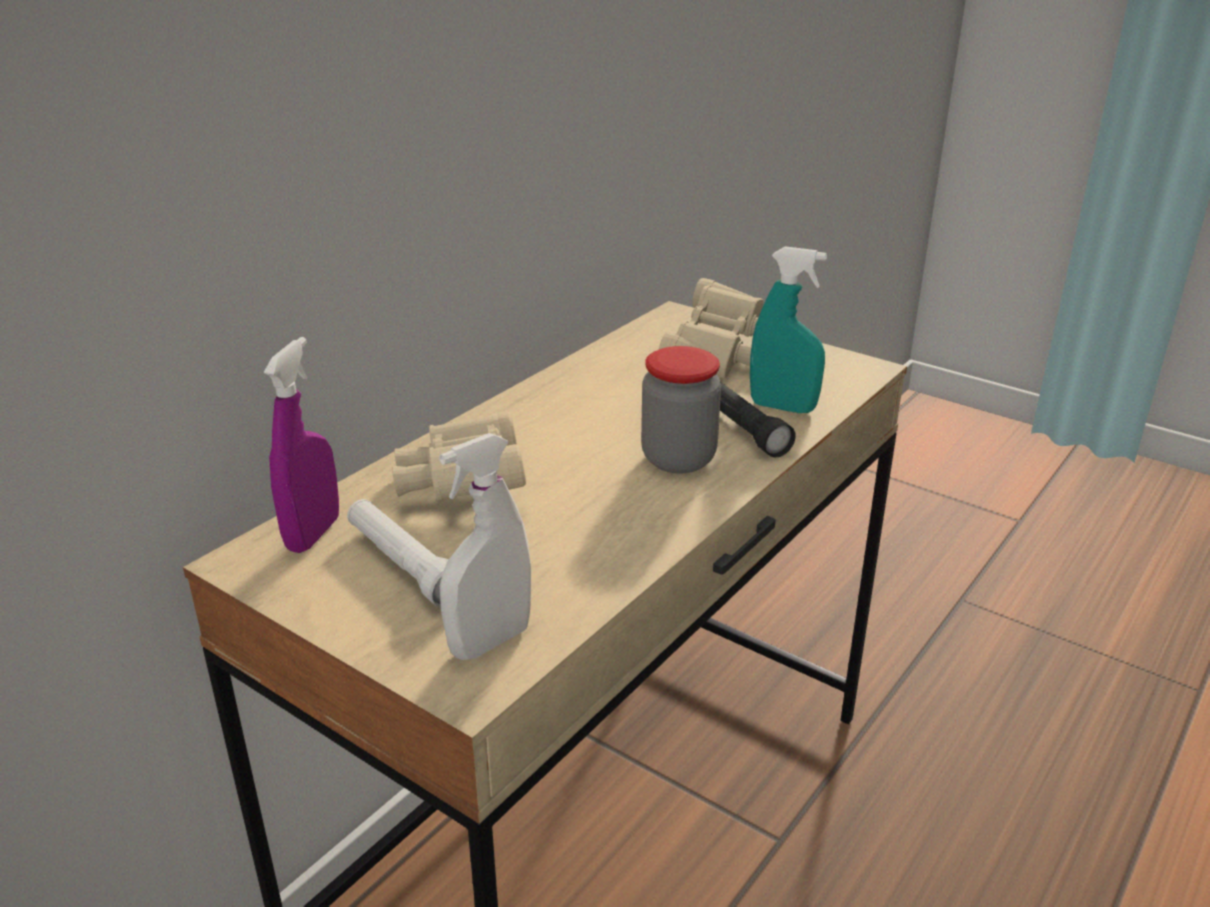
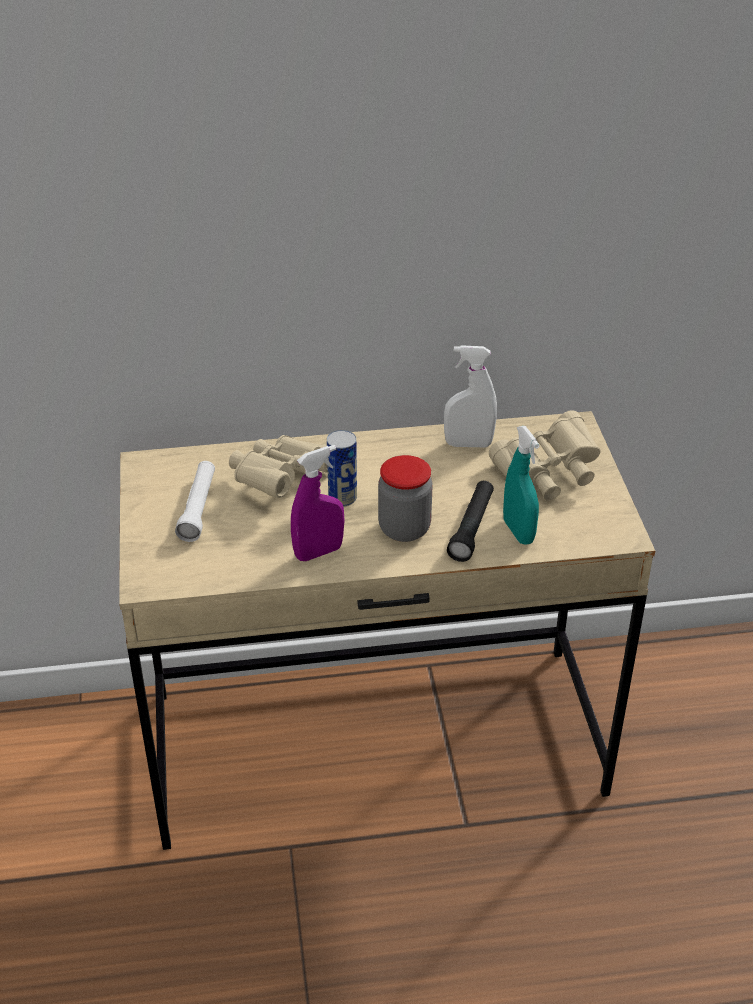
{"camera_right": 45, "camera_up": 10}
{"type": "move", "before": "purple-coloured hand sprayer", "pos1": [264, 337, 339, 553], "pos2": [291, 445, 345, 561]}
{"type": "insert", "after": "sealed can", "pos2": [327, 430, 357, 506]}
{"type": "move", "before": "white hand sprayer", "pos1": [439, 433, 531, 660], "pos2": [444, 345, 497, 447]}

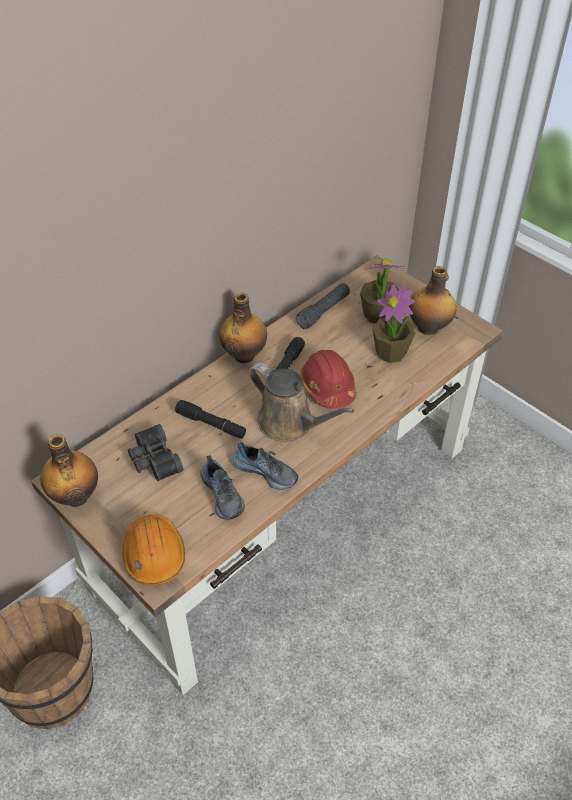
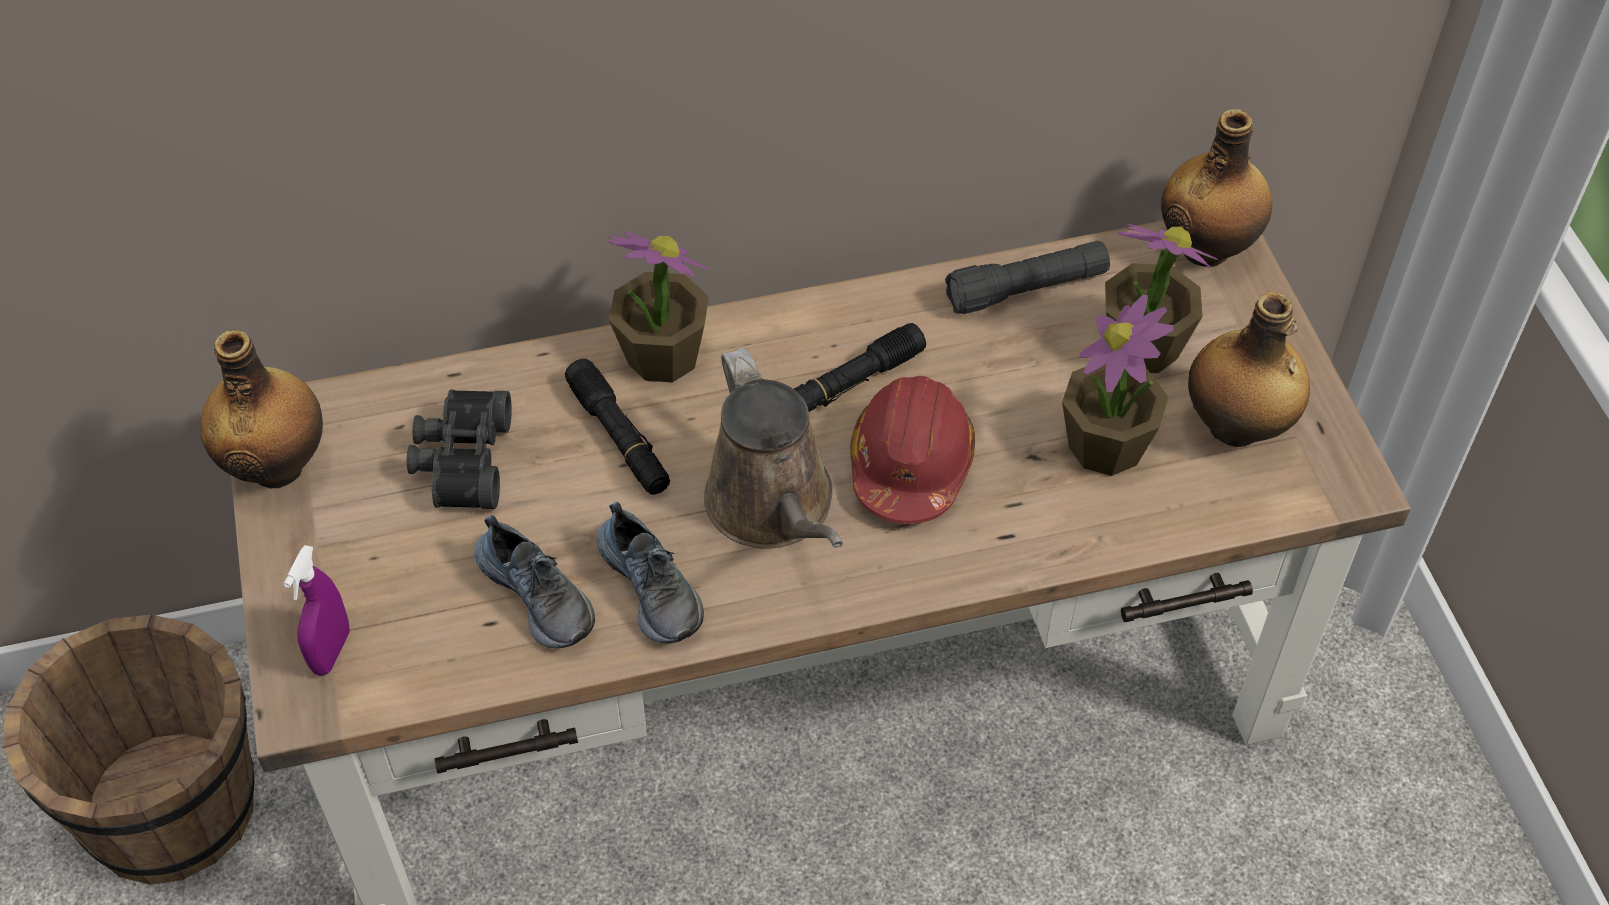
{"camera_right": 30, "camera_up": 5}
{"type": "replace", "before": "orange hard hat", "after": "purple-coloured hand sprayer", "pos1": [122, 515, 185, 586], "pos2": [284, 545, 350, 676]}
{"type": "rotate", "before": "low shoe", "pos1": [200, 455, 245, 520], "pos2": [474, 515, 595, 648], "turn": -45}
{"type": "insert", "after": "potted plant", "pos2": [608, 232, 709, 383]}
{"type": "move", "before": "beverage bottle", "pos1": [219, 292, 267, 363], "pos2": [1161, 109, 1272, 267]}

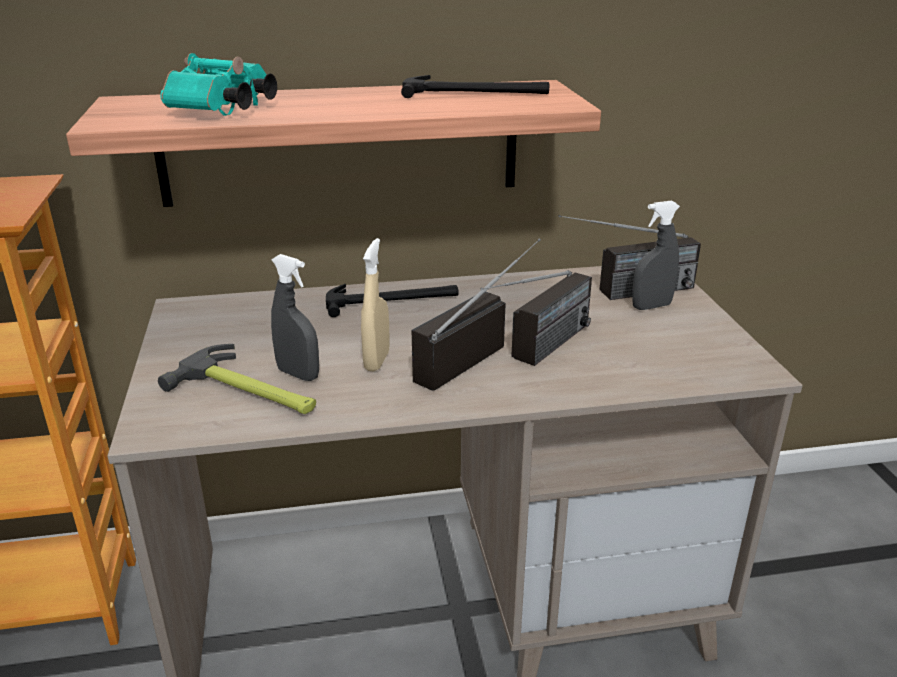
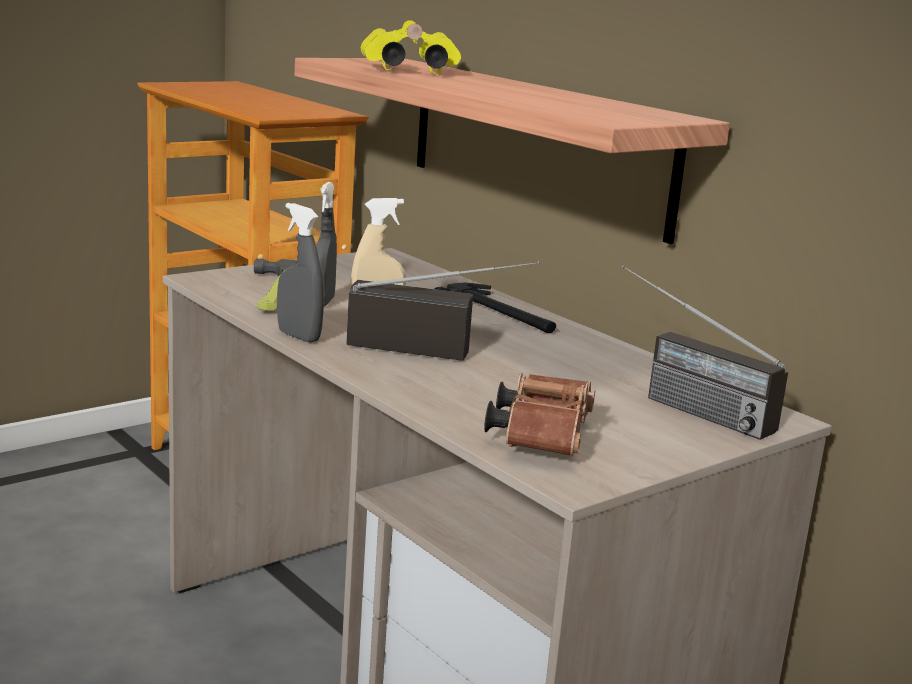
{"camera_right": 60, "camera_up": -10}
{"type": "move", "before": "grey hand sprayer", "pos1": [632, 201, 680, 310], "pos2": [277, 203, 324, 343]}
{"type": "recolor", "before": "turquoise binoculars", "after": "yellowish binoculars", "pos1": [161, 53, 277, 116], "pos2": [361, 20, 461, 75]}
{"type": "insert", "after": "brownish binoculars", "pos2": [484, 373, 595, 456]}
{"type": "delete", "before": "hammer", "pos1": [401, 75, 549, 98]}
{"type": "delete", "before": "radio set", "pos1": [481, 270, 592, 366]}

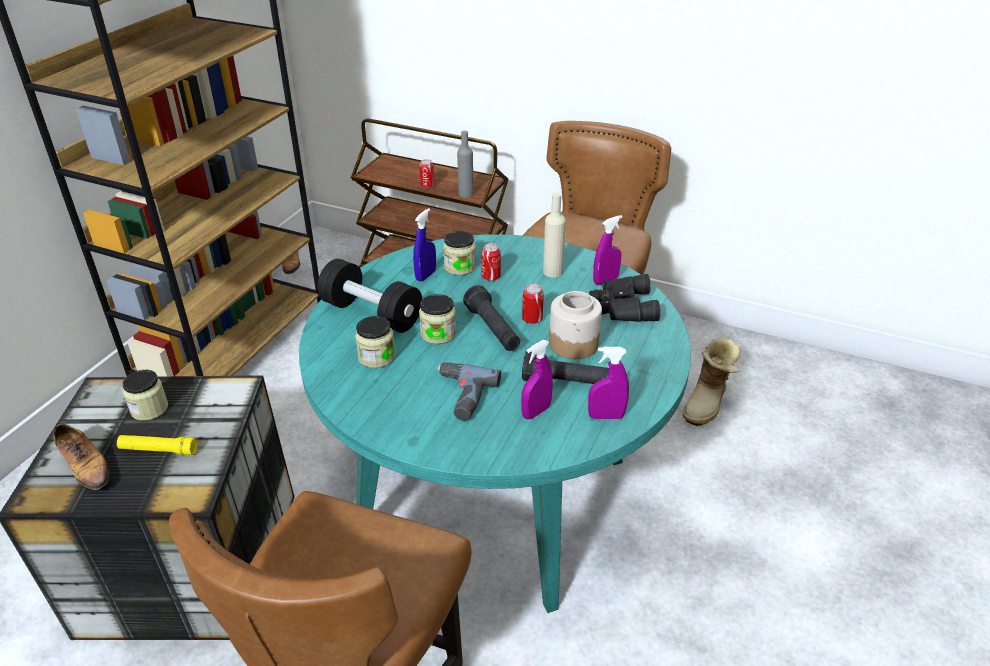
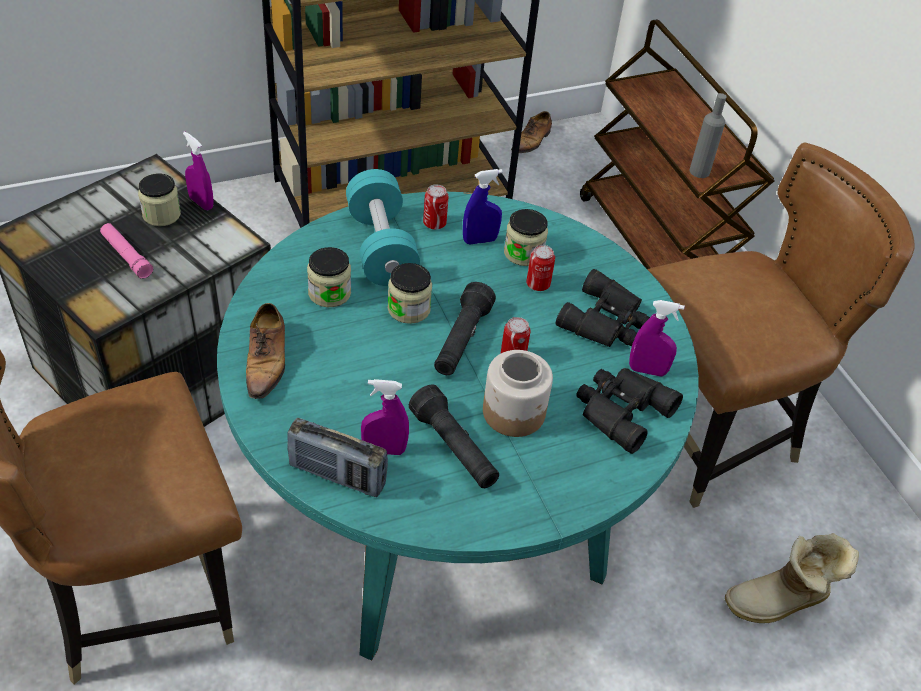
{"camera_right": 40, "camera_up": 10}
{"type": "recolor", "before": "yellowish flashlight", "after": "pink flashlight", "pos1": [117, 435, 198, 455], "pos2": [100, 223, 153, 279]}
{"type": "move", "before": "purple-coloured hand sprayer", "pos1": [588, 347, 629, 420], "pos2": [183, 131, 214, 210]}
{"type": "move", "before": "low shoe", "pos1": [53, 424, 109, 490], "pos2": [246, 303, 285, 399]}
{"type": "insert", "after": "radio set", "pos2": [287, 418, 388, 497]}
{"type": "recolor", "before": "black-coloured free weight", "after": "turquoise free weight", "pos1": [317, 259, 422, 333], "pos2": [346, 169, 420, 286]}
{"type": "move", "before": "sealed can", "pos1": [419, 159, 435, 188], "pos2": [423, 184, 448, 229]}
{"type": "replace", "before": "sand-coloured beverage bottle", "after": "black-coloured binoculars", "pos1": [543, 193, 566, 278], "pos2": [556, 269, 650, 347]}
{"type": "delete", "before": "electric drill", "pos1": [437, 362, 501, 421]}

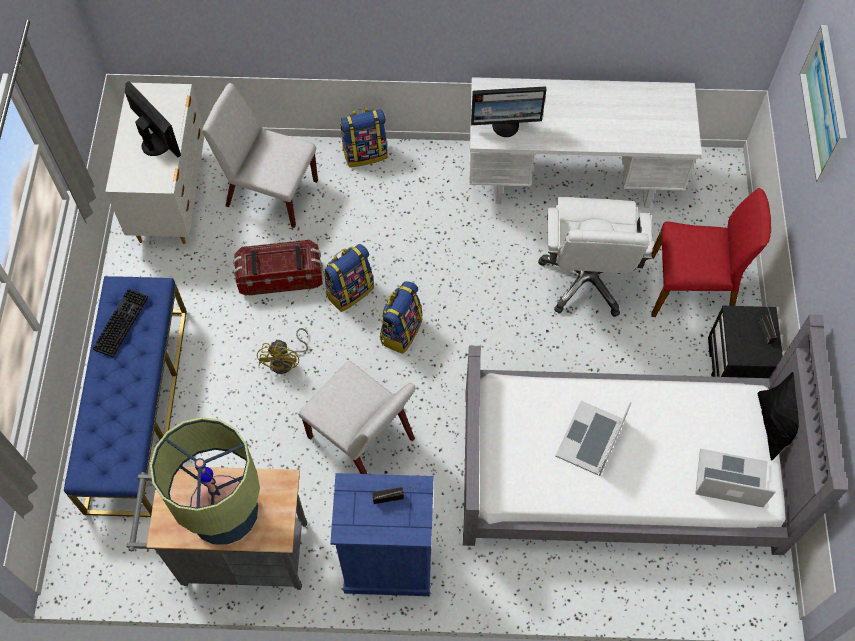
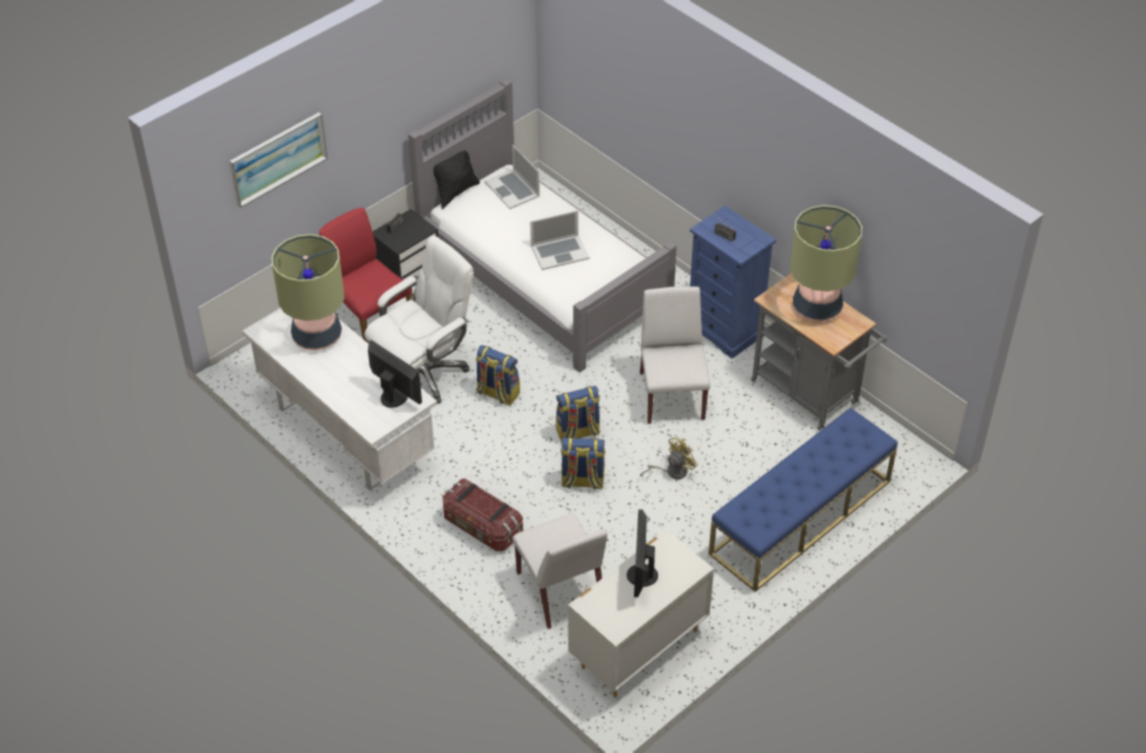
{"camera_right": -135, "camera_up": -15}
{"type": "insert", "after": "table lamp", "pos2": [272, 234, 345, 350]}
{"type": "move", "before": "storage box", "pos1": [233, 240, 323, 296], "pos2": [443, 478, 523, 552]}
{"type": "move", "before": "backpack", "pos1": [340, 108, 387, 167], "pos2": [476, 345, 520, 406]}
{"type": "delete", "before": "PC keyboard", "pos1": [93, 289, 148, 357]}

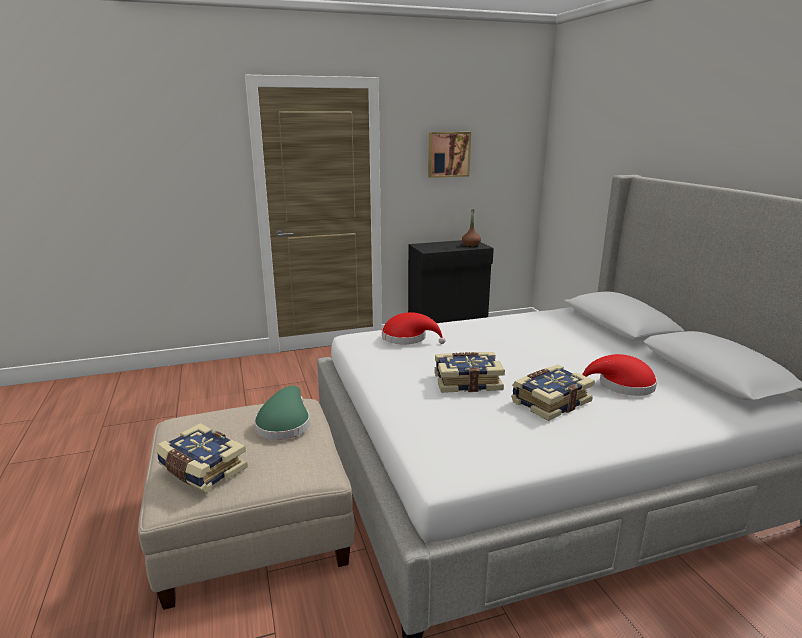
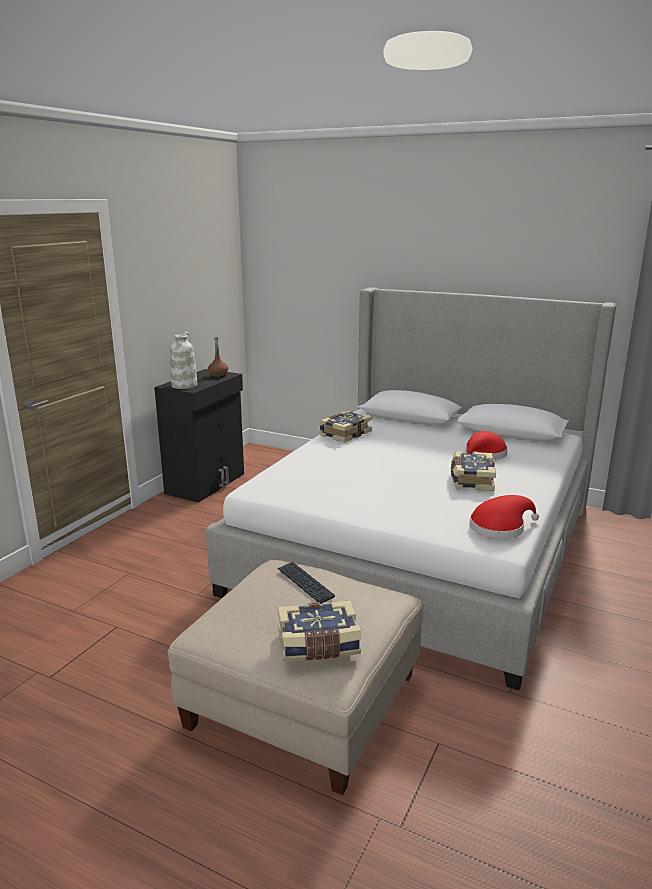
{"camera_right": -45, "camera_up": 0}
{"type": "insert", "after": "white vase", "pos2": [170, 332, 197, 389]}
{"type": "replace", "before": "greenish wearable hat", "after": "PC keyboard", "pos1": [254, 386, 310, 440], "pos2": [277, 562, 335, 604]}
{"type": "move", "before": "volume", "pos1": [435, 352, 505, 393], "pos2": [319, 410, 372, 443]}
{"type": "move", "before": "red-coloured wearable hat", "pos1": [382, 312, 446, 345], "pos2": [469, 495, 539, 539]}
{"type": "delete", "before": "wall art", "pos1": [428, 132, 471, 178]}

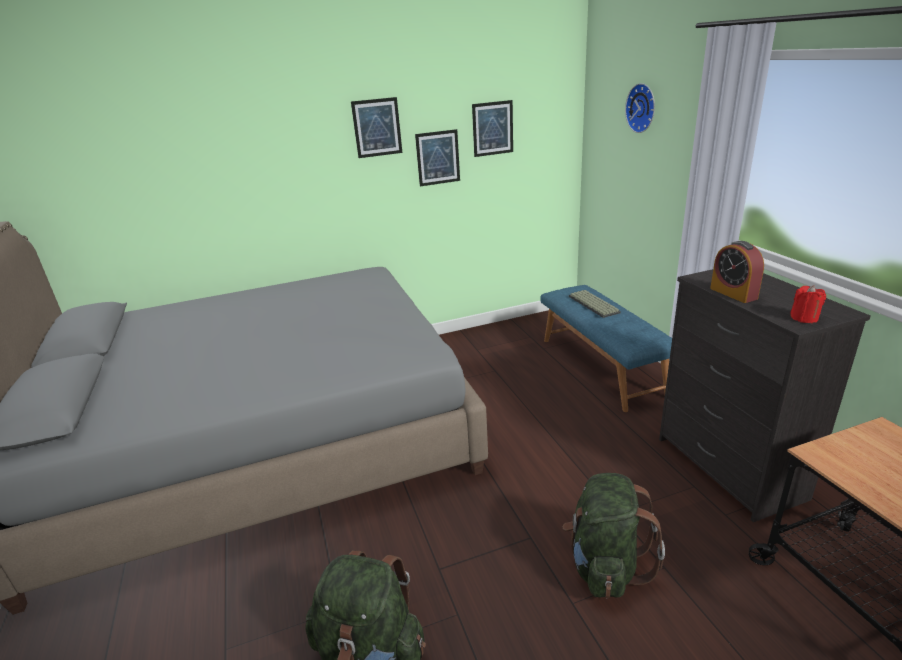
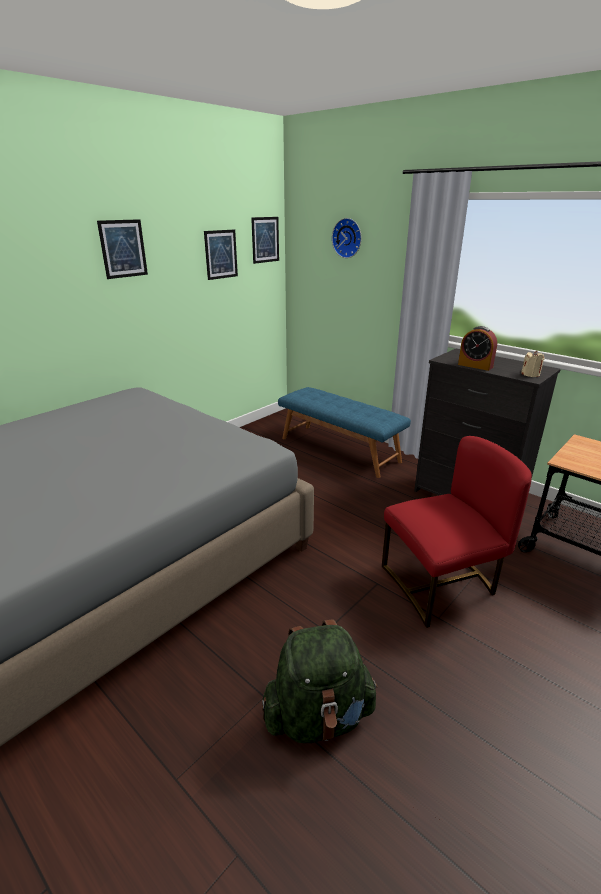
{"camera_right": -30, "camera_up": 0}
{"type": "move", "before": "wall art", "pos1": [415, 129, 460, 186], "pos2": [251, 217, 279, 264]}
{"type": "replace", "before": "greenish backpack", "after": "red-coloured chair", "pos1": [562, 473, 665, 598], "pos2": [382, 436, 532, 628]}
{"type": "recolor", "before": "red-coloured wax light", "after": "sand-coloured wax light", "pos1": [790, 285, 826, 323], "pos2": [521, 350, 545, 377]}
{"type": "delete", "before": "PC keyboard", "pos1": [569, 290, 621, 318]}

